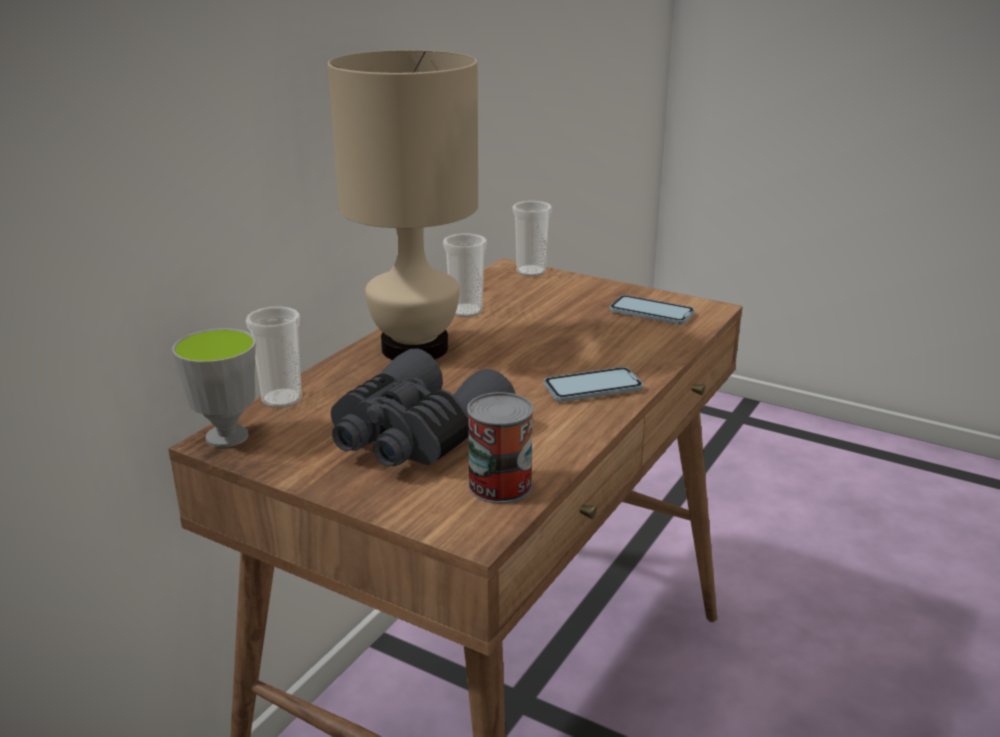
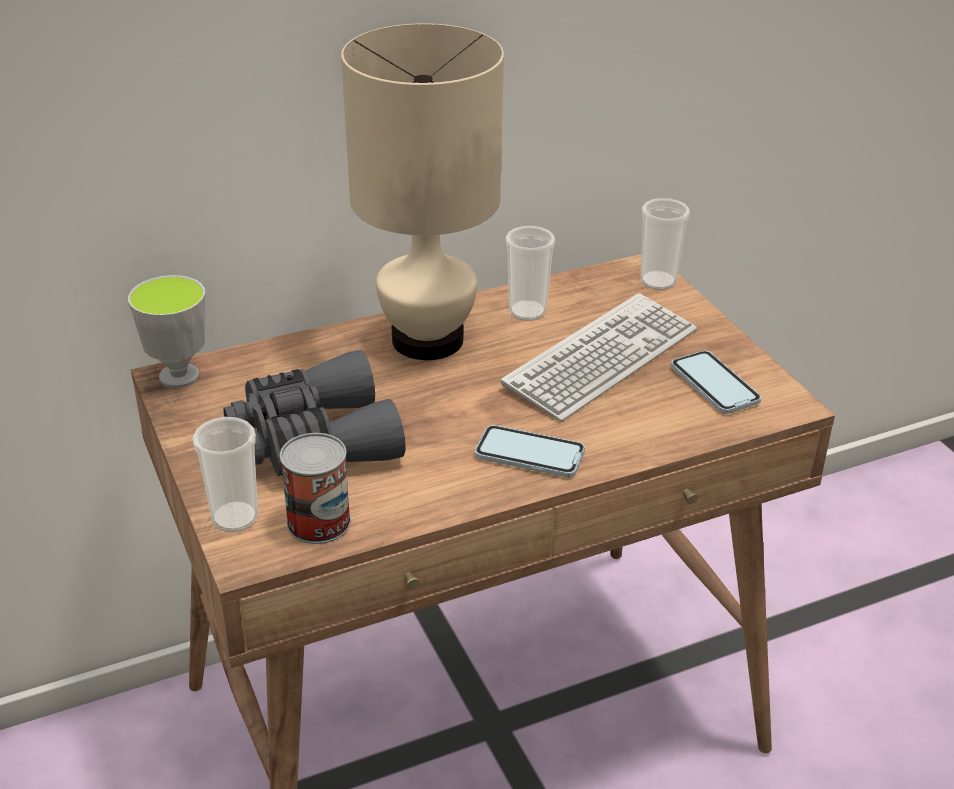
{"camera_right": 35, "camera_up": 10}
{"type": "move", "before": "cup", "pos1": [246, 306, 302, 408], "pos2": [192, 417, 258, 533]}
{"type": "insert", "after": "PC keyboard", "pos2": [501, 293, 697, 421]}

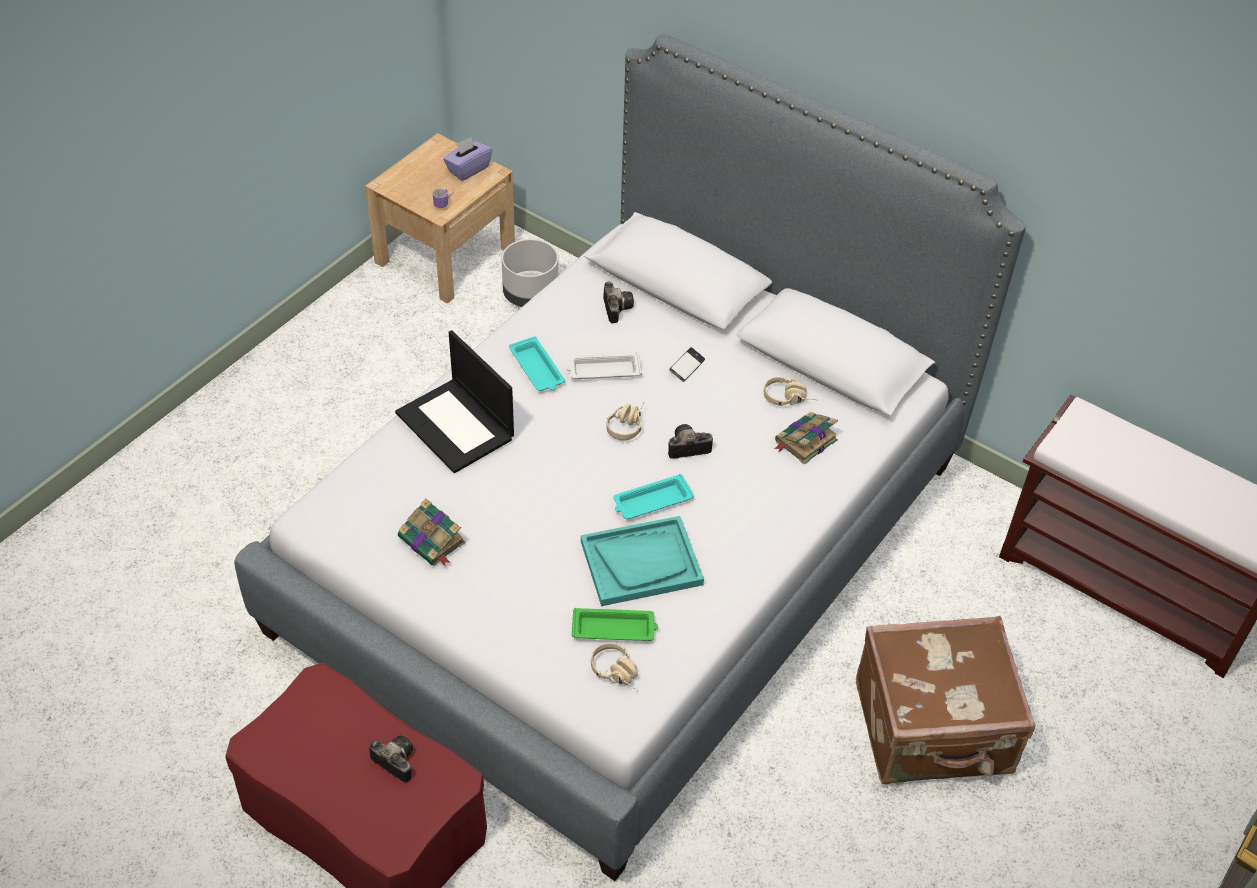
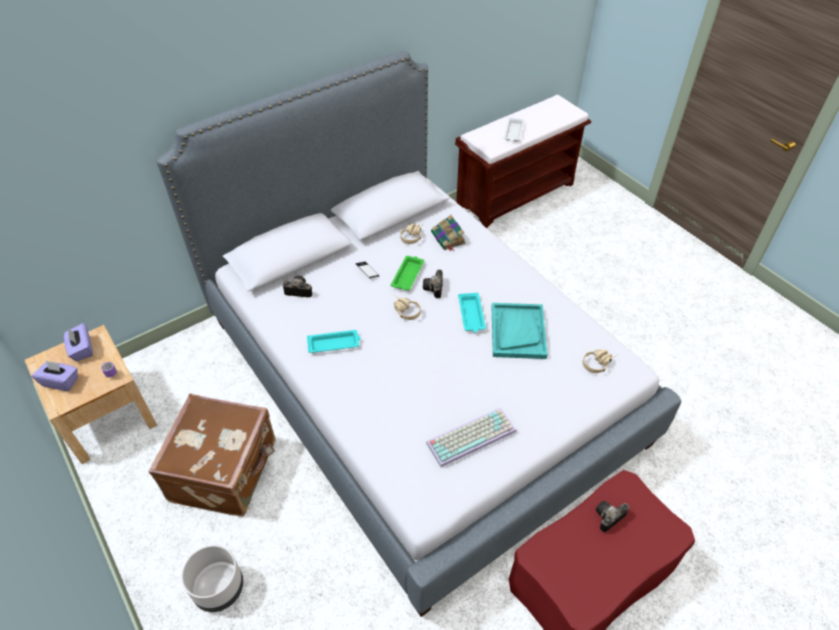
{"camera_right": -70, "camera_up": 0}
{"type": "insert", "after": "purple-coloured box of tissues", "pos2": [32, 361, 78, 391]}
{"type": "move", "before": "brownish suitcase", "pos1": [856, 616, 1036, 784], "pos2": [148, 394, 276, 517]}
{"type": "move", "before": "grey flower pot", "pos1": [502, 239, 559, 307], "pos2": [181, 545, 243, 612]}
{"type": "move", "before": "greenish serving tray", "pos1": [572, 608, 658, 641], "pos2": [391, 256, 424, 291]}
{"type": "replace", "before": "volume", "after": "PC keyboard", "pos1": [398, 498, 465, 567], "pos2": [426, 408, 516, 467]}
{"type": "move", "before": "white serving tray", "pos1": [567, 352, 642, 379], "pos2": [504, 118, 524, 142]}
{"type": "delete", "before": "laptop", "pos1": [395, 330, 514, 473]}

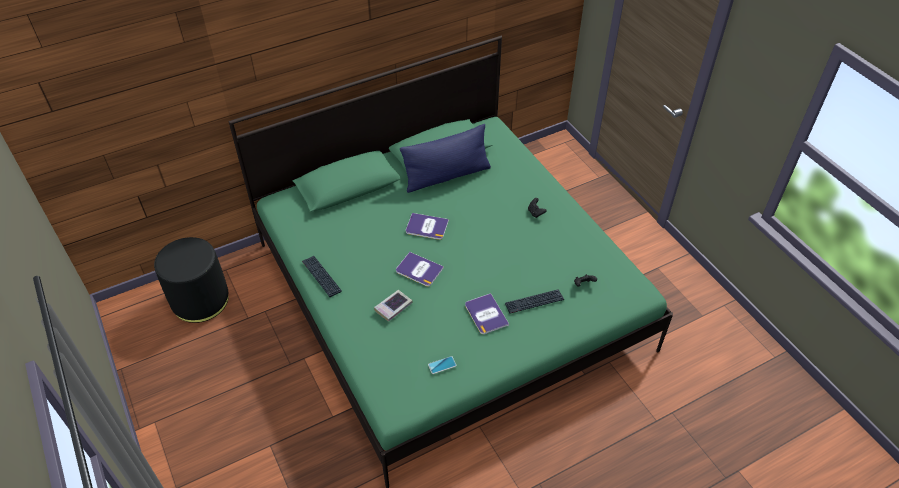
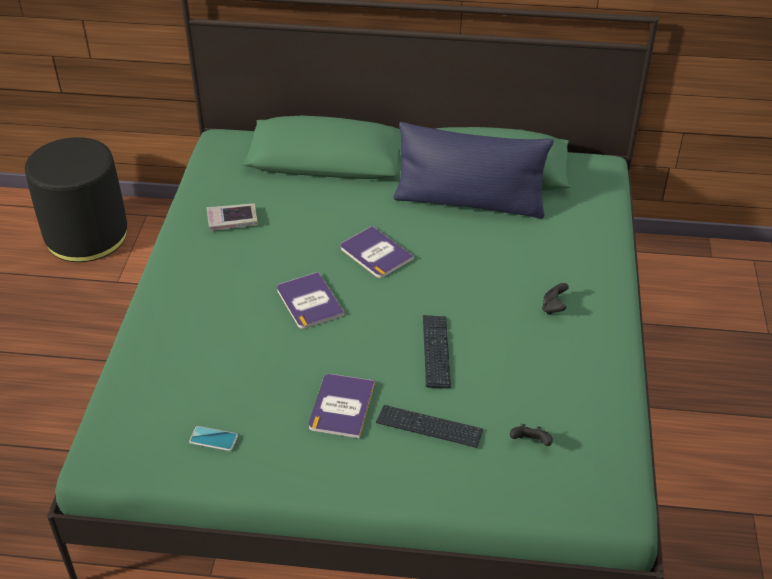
{"camera_right": 35, "camera_up": -5}
{"type": "move", "before": "volume", "pos1": [374, 290, 413, 322], "pos2": [206, 203, 258, 231]}
{"type": "move", "before": "PC keyboard", "pos1": [302, 256, 342, 297], "pos2": [423, 315, 451, 389]}

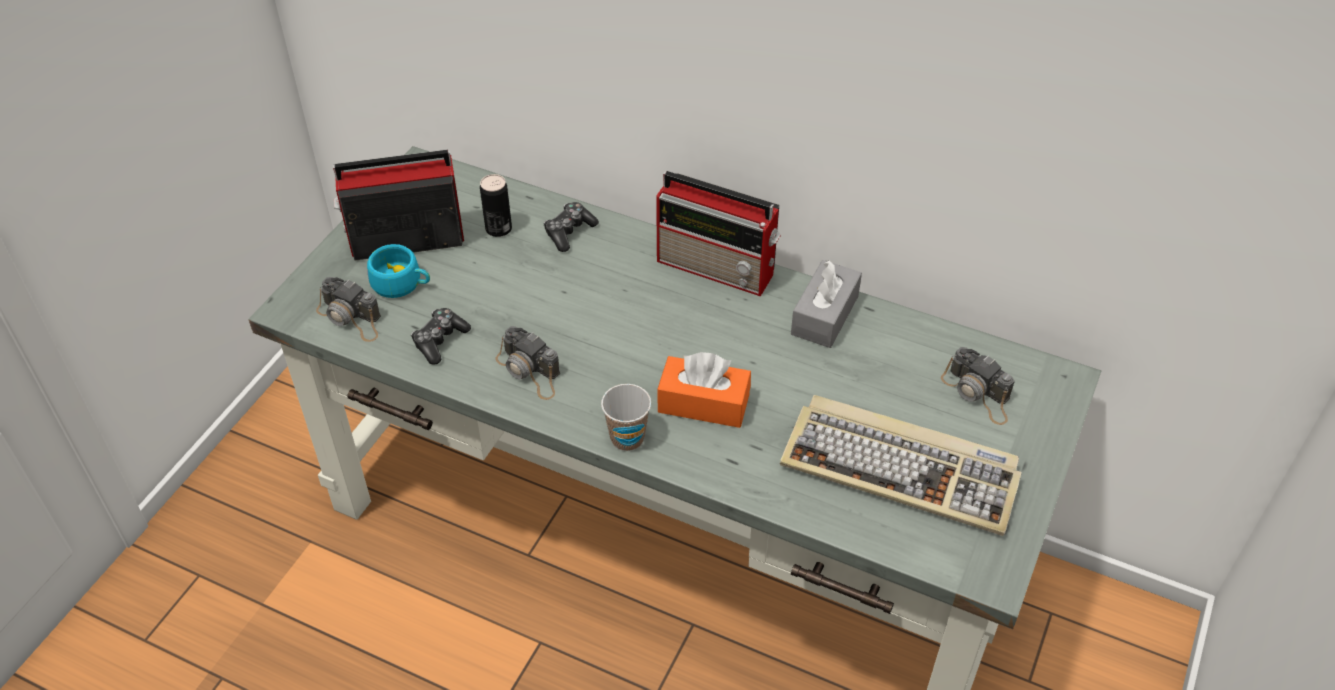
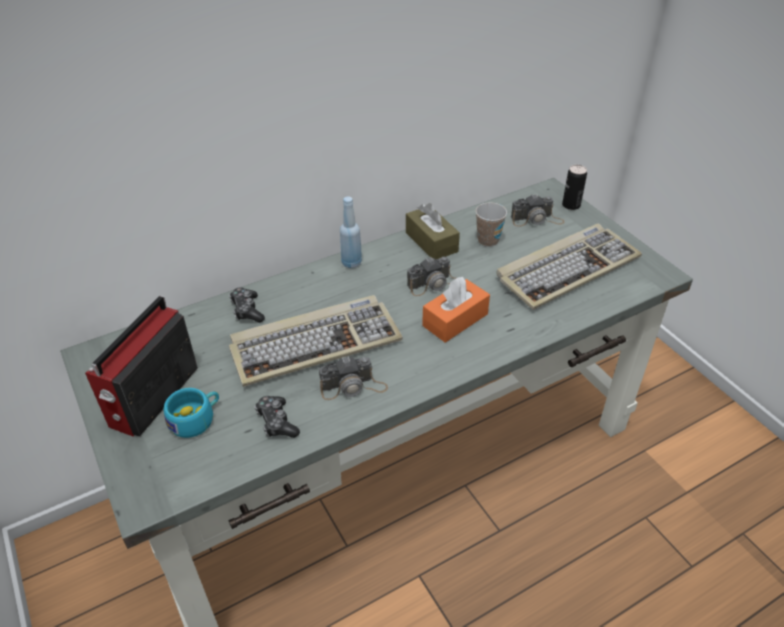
{"camera_right": -55, "camera_up": -5}
{"type": "insert", "after": "PC keyboard", "pos2": [229, 295, 403, 387]}
{"type": "replace", "before": "radio set", "after": "bluish beverage bottle", "pos1": [656, 171, 781, 297], "pos2": [340, 196, 362, 268]}
{"type": "recolor", "before": "grey box of tissues", "after": "brownish box of tissues", "pos1": [791, 260, 862, 348], "pos2": [406, 203, 460, 259]}
{"type": "move", "before": "photo camera", "pos1": [316, 277, 381, 342], "pos2": [407, 257, 456, 296]}
{"type": "move", "before": "cup", "pos1": [601, 384, 651, 451], "pos2": [476, 203, 507, 247]}
{"type": "move", "before": "sealed can", "pos1": [480, 174, 512, 237], "pos2": [562, 165, 587, 210]}

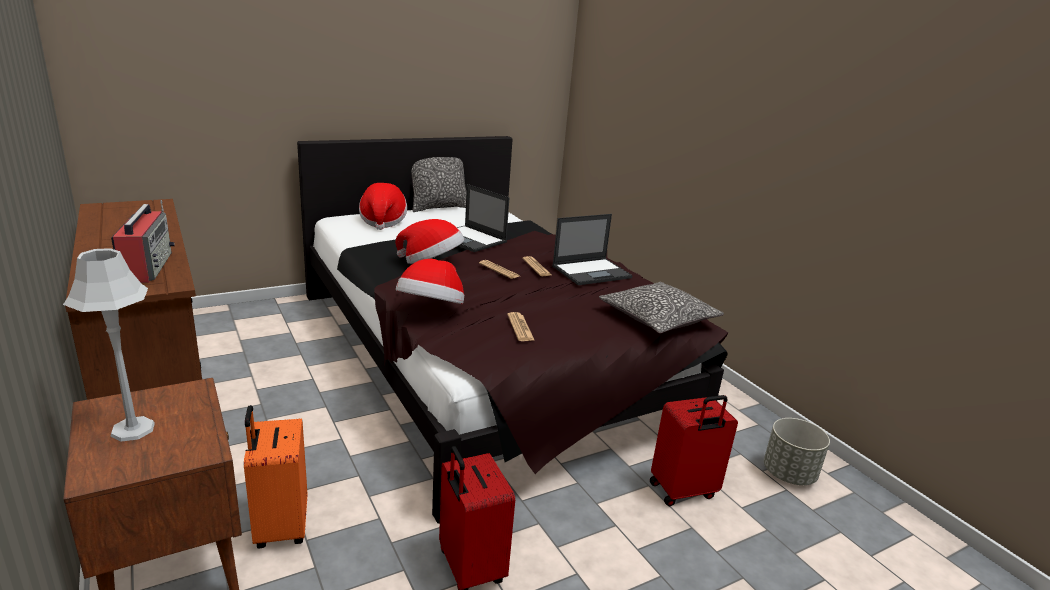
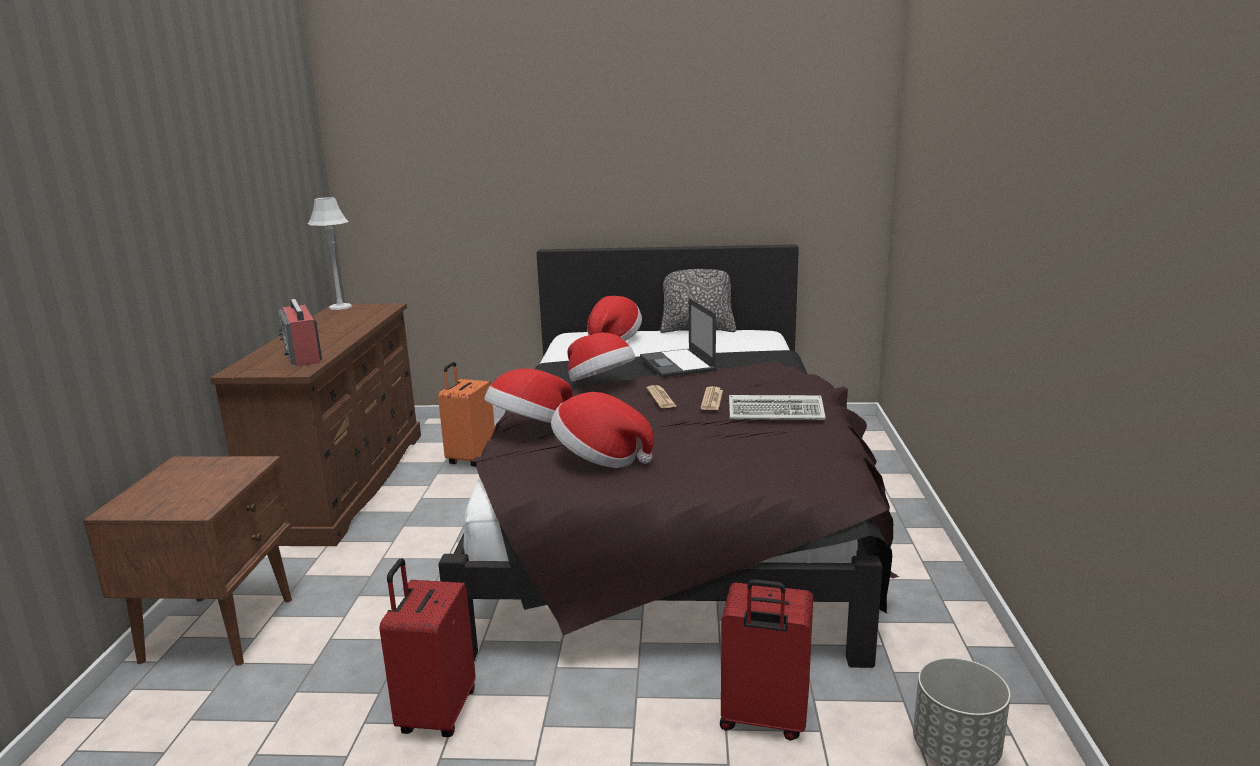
{"camera_right": 35, "camera_up": -5}
{"type": "rotate", "before": "radio set", "pos1": [111, 200, 175, 283], "pos2": [278, 299, 322, 366], "turn": 135}
{"type": "move", "before": "grey table lamp", "pos1": [63, 248, 155, 442], "pos2": [308, 197, 352, 310]}
{"type": "move", "before": "orange suitcase", "pos1": [244, 405, 307, 548], "pos2": [438, 362, 495, 467]}
{"type": "replace", "before": "printed paper", "after": "wearable hat", "pos1": [507, 312, 534, 341], "pos2": [551, 392, 654, 468]}
{"type": "replace", "before": "laptop", "after": "PC keyboard", "pos1": [552, 214, 633, 285], "pos2": [729, 395, 826, 420]}
{"type": "delete", "before": "throw pillow", "pos1": [599, 282, 724, 333]}

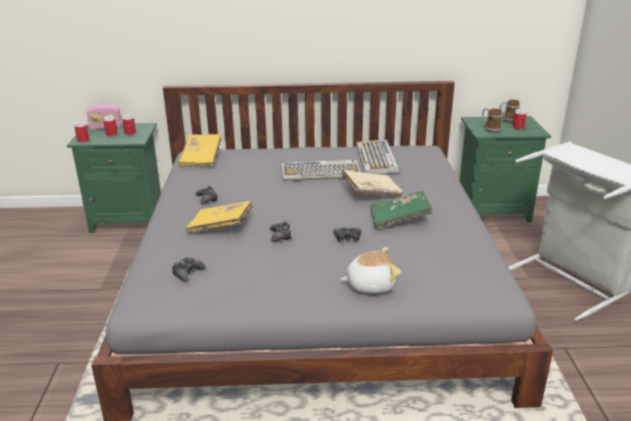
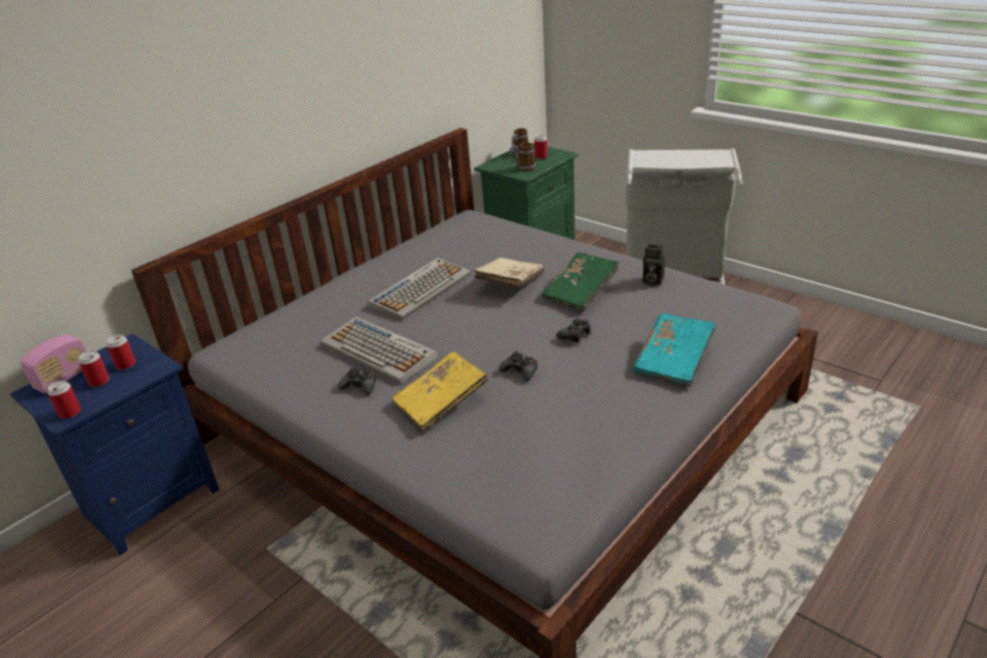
{"camera_right": -45, "camera_up": 5}
{"type": "recolor", "before": "greenish night table", "after": "bluish night table", "pos1": [67, 123, 161, 233], "pos2": [10, 334, 219, 555]}
{"type": "move", "before": "PC keyboard", "pos1": [356, 139, 399, 174], "pos2": [320, 316, 438, 384]}
{"type": "replace", "before": "cuddly toy", "after": "turquoise volume", "pos1": [340, 247, 401, 294], "pos2": [633, 313, 716, 386]}
{"type": "insert", "after": "photo camera", "pos2": [643, 244, 665, 286]}
{"type": "delete", "before": "black-coloured gamepad", "pos1": [172, 257, 205, 281]}
{"type": "delete", "before": "yellowish volume", "pos1": [178, 134, 221, 167]}

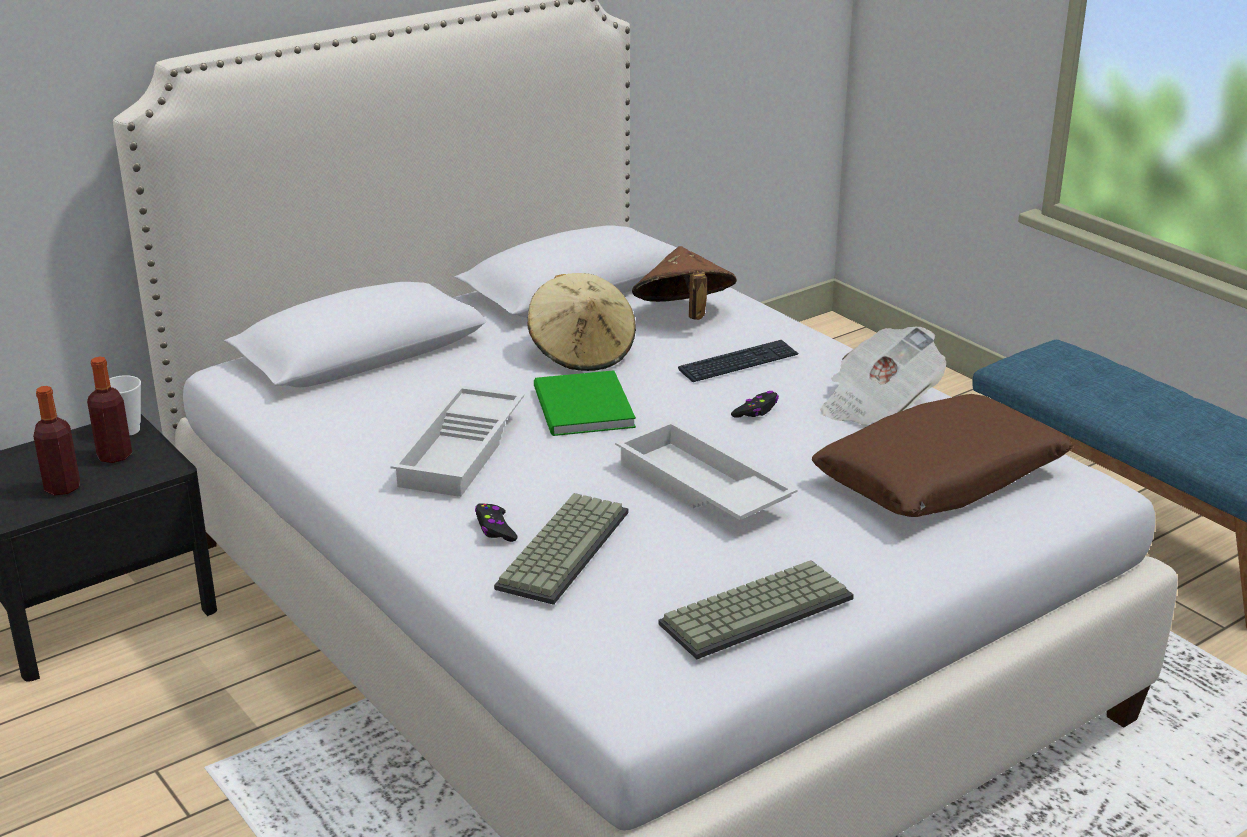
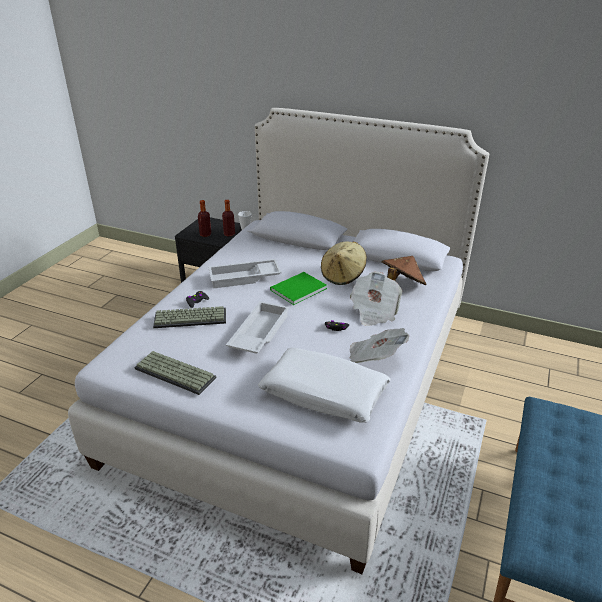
{"camera_right": 60, "camera_up": 5}
{"type": "recolor", "before": "brownish throw pillow", "after": "white throw pillow", "pos1": [812, 394, 1074, 517], "pos2": [258, 348, 391, 423]}
{"type": "replace", "before": "PC keyboard", "after": "printed paper", "pos1": [678, 340, 799, 382], "pos2": [350, 271, 402, 326]}

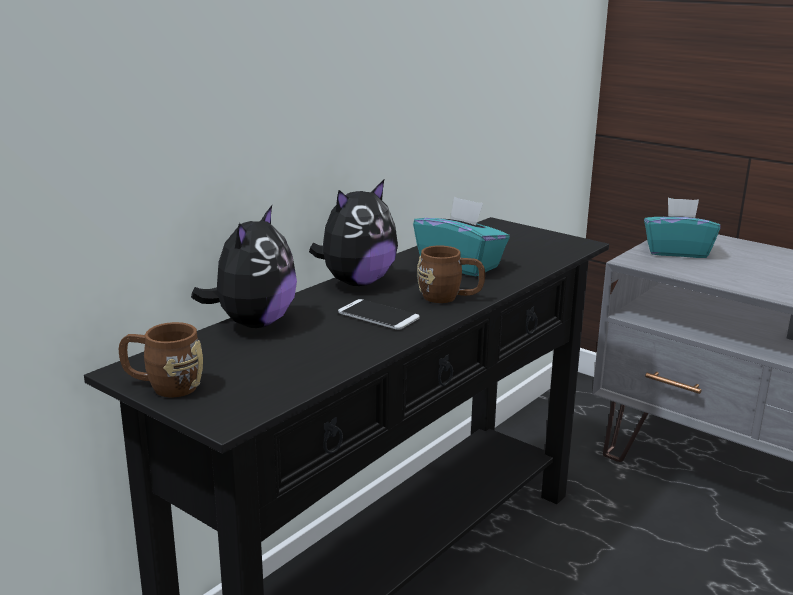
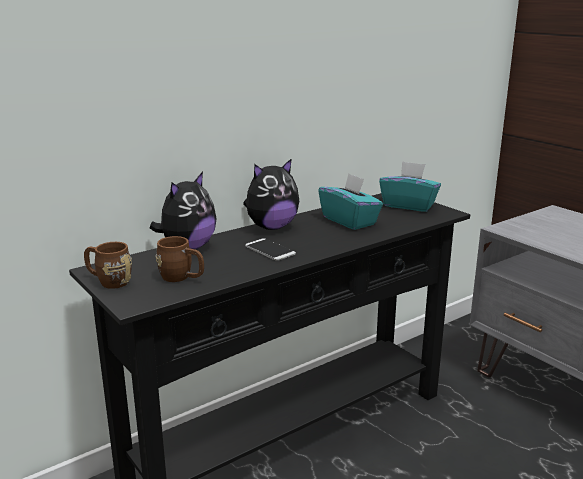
{"camera_right": 15, "camera_up": 0}
{"type": "move", "before": "brownish tea mug", "pos1": [417, 245, 485, 303], "pos2": [156, 236, 204, 282]}
{"type": "move", "before": "turquoise box of tissues", "pos1": [644, 198, 720, 258], "pos2": [379, 161, 441, 212]}

